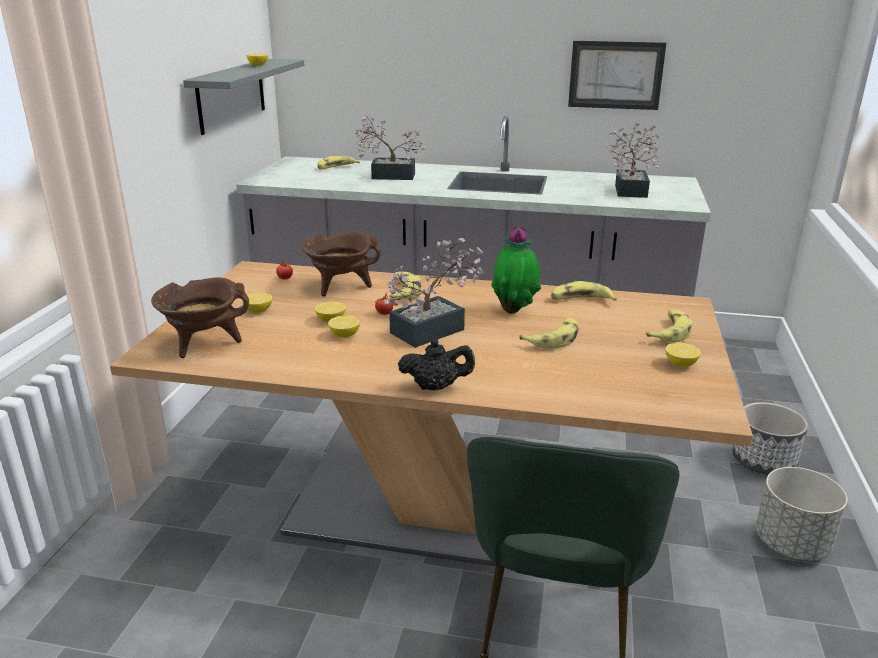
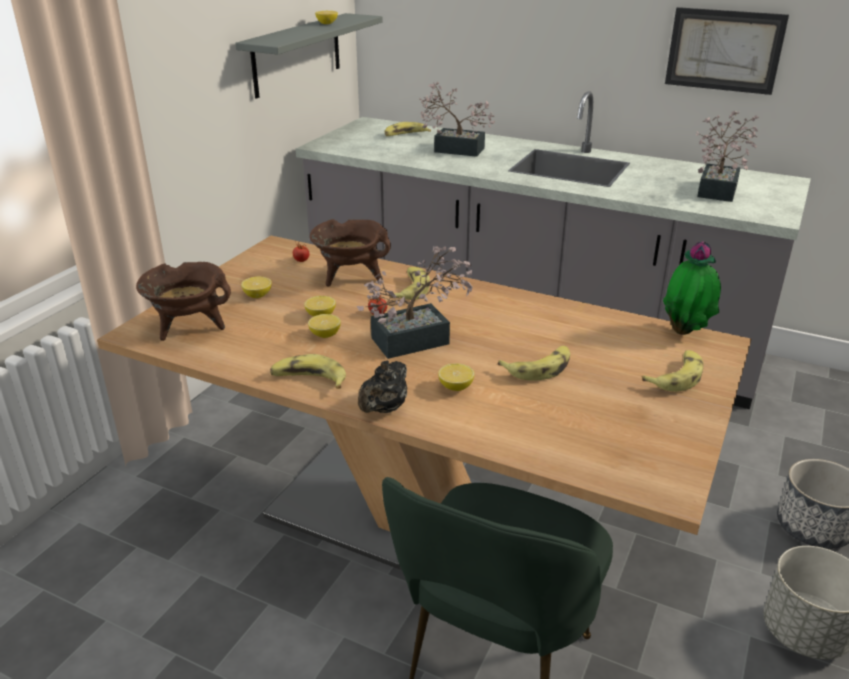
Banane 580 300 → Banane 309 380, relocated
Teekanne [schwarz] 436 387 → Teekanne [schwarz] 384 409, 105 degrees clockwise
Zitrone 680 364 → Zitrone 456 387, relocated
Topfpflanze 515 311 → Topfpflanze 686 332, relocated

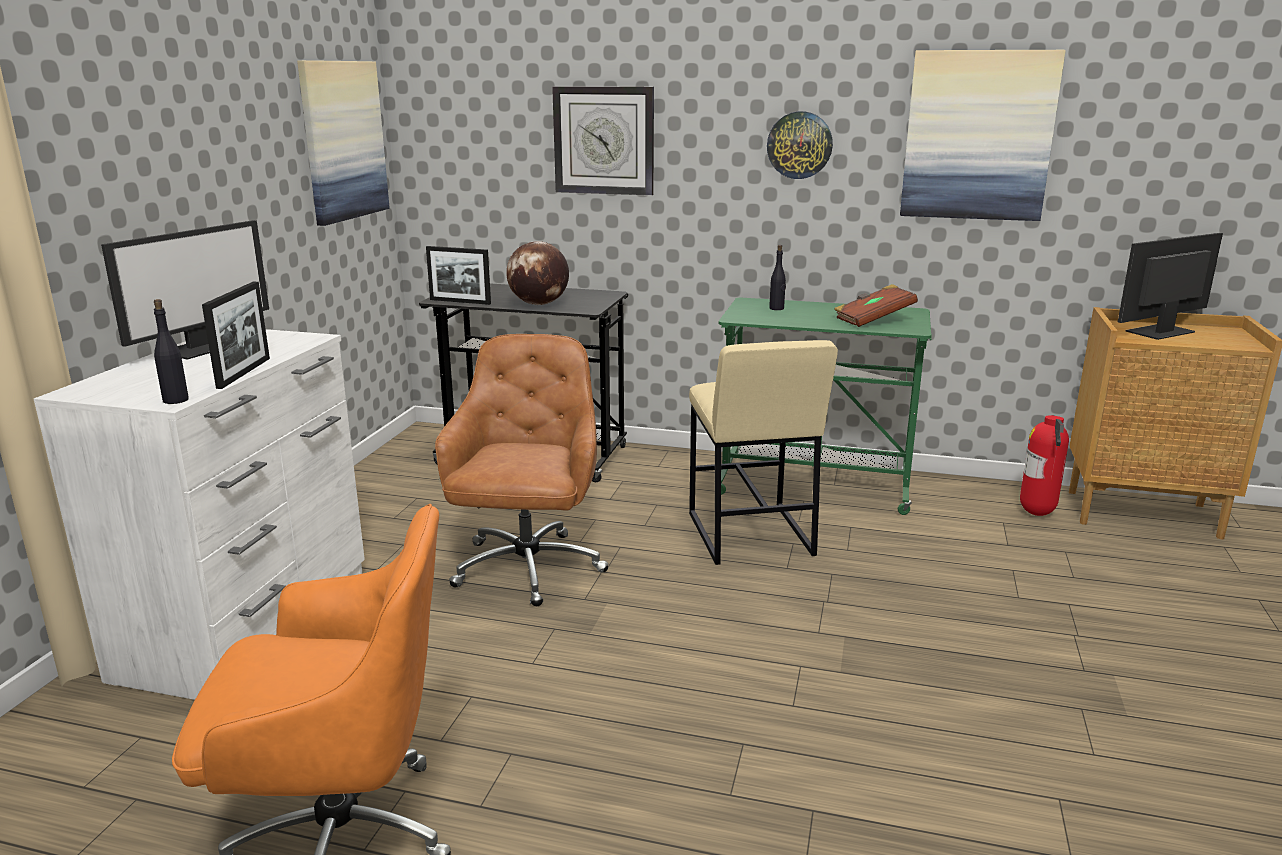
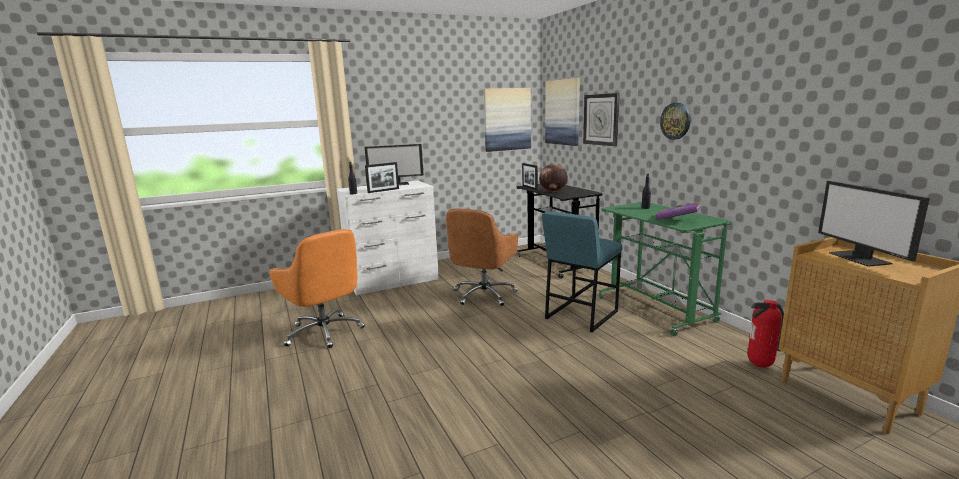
Bürostuhl [braun] 529 567 → Bürostuhl [braun] 483 295, 150 degrees clockwise
Hocker [beige] 751 535 → Hocker [blau] 580 315
Bild 978 136 → Bild 563 112, relocated
Buch [braun] 873 320 → Buch [lila] 677 219
Monitor 1160 332 → Monitor 860 258, 120 degrees counterclockwise

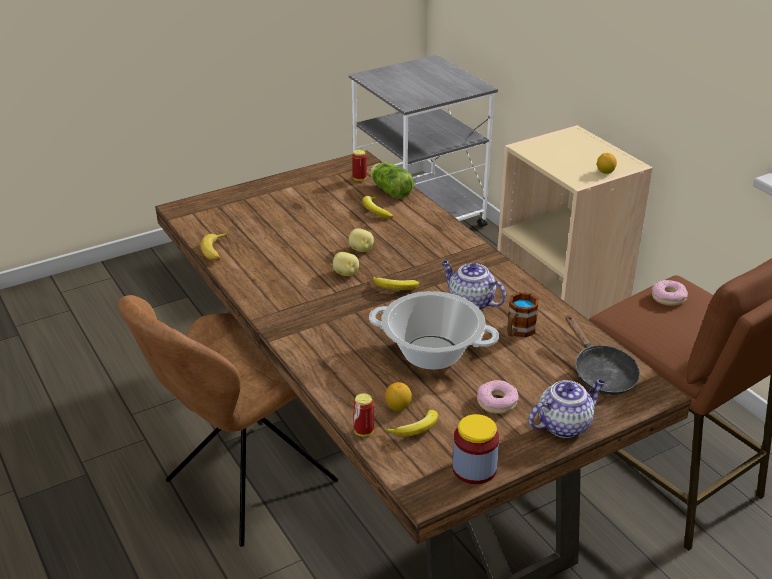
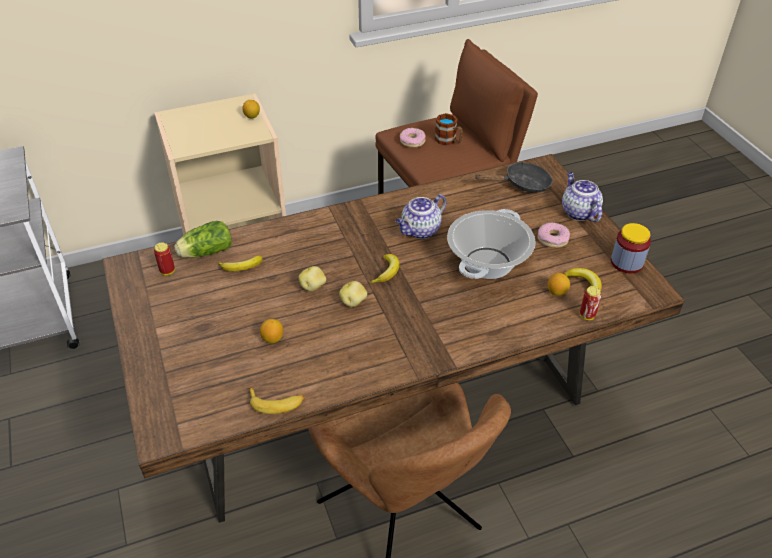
- → Zitrone 272 339
Henkelbecher 518 331 → Henkelbecher 449 141, relocated

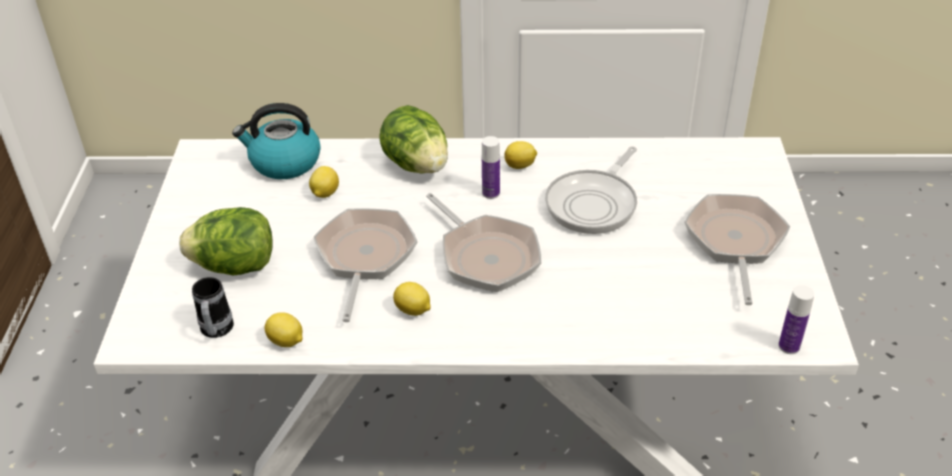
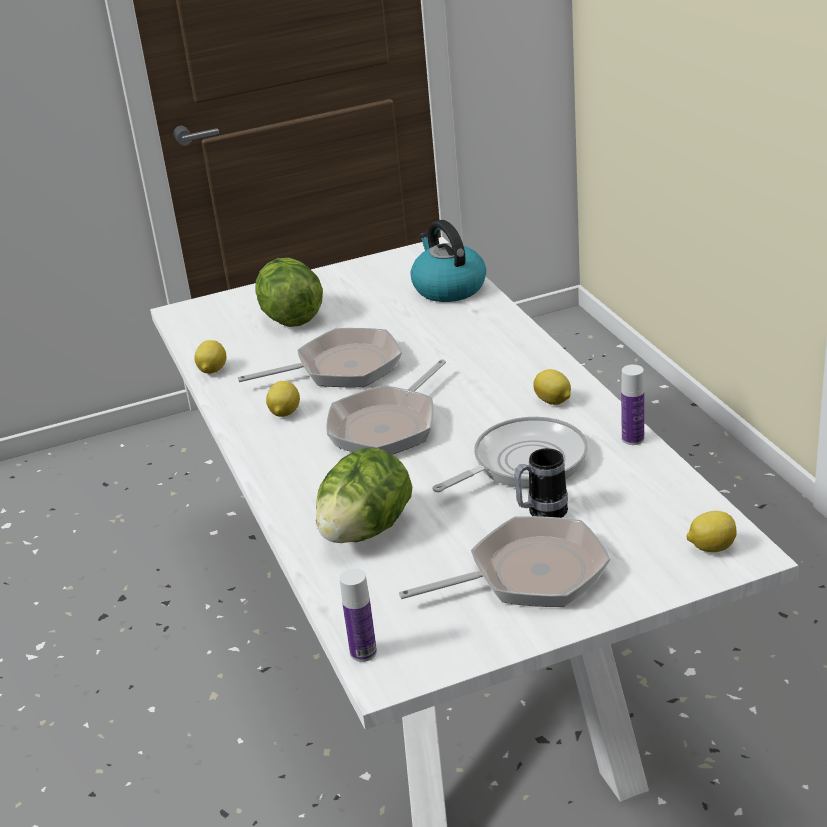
Salatkopf 416 165 → Salatkopf 366 530, relocated
Pfanne 594 204 → Pfanne 523 463, 135 degrees clockwise
Henkelbecher 216 332 → Henkelbecher 541 513, relocated
Flasche 491 193 → Flasche 632 439, relocated
Zitrone 324 193 → Zitrone 711 547, relocated

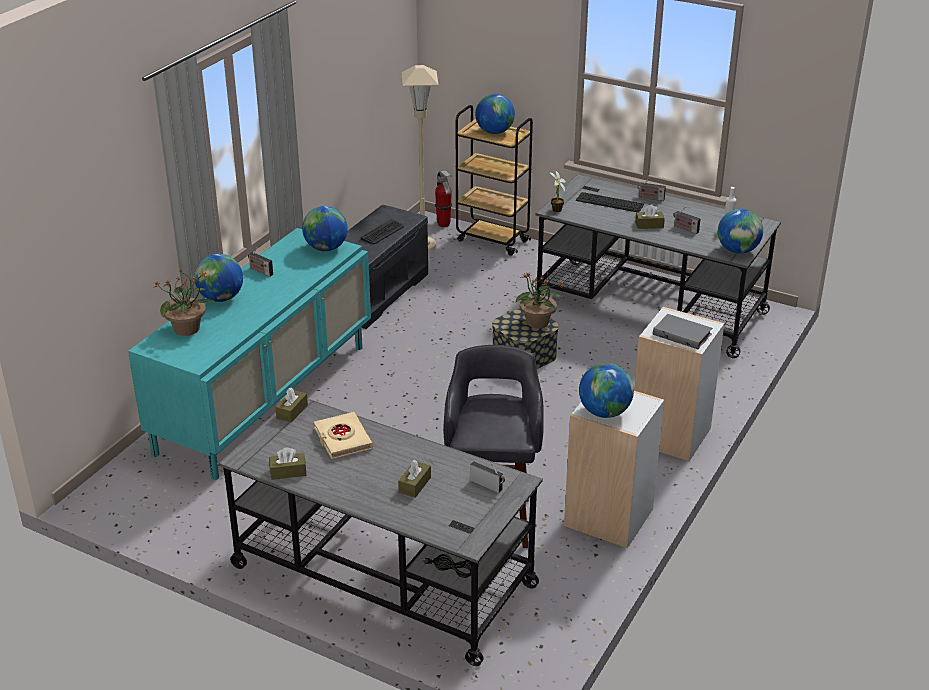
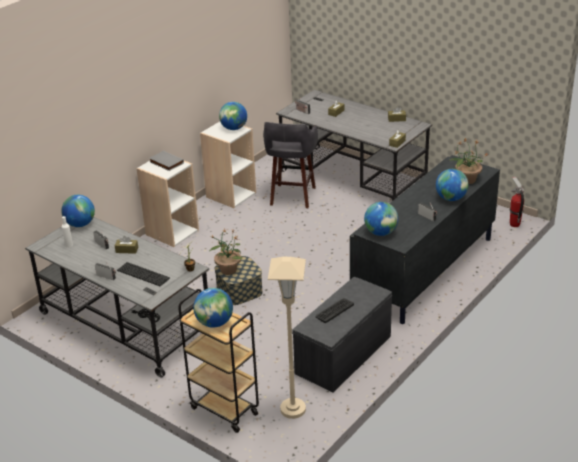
Schrank [türkis] 266 399 → Schrank [schwarz] 424 269
Feuerlöscher 443 224 → Feuerlöscher 514 224, relocated
Buch [beige] 342 439 → -

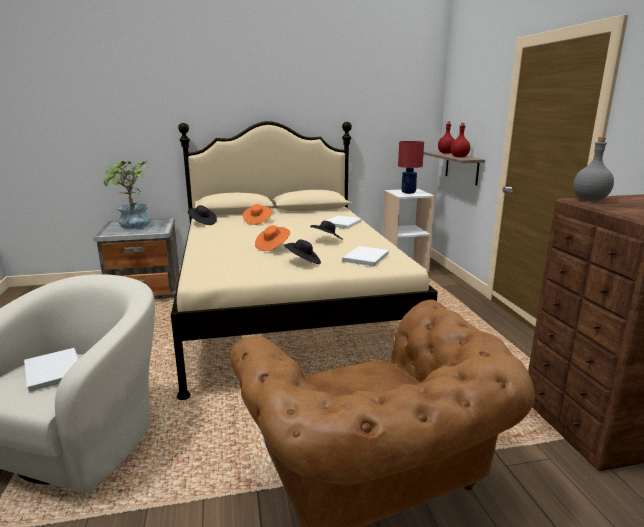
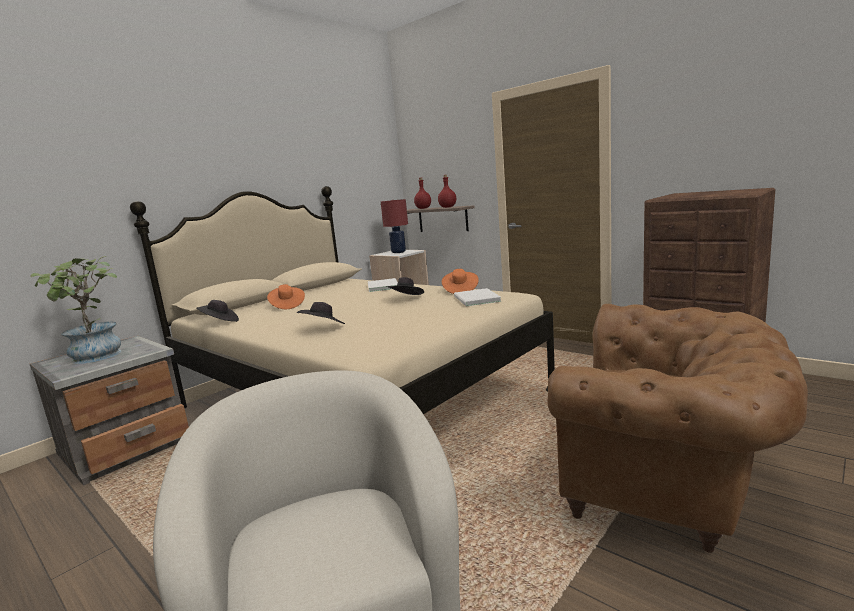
Hut [schwarz] 303 262 → Hut [schwarz] 323 327, relocated
Hut [orange] 272 247 → Hut [orange] 460 290, relocated
Buch [weiß] 55 369 → -
Flasche [grau] 590 200 → -

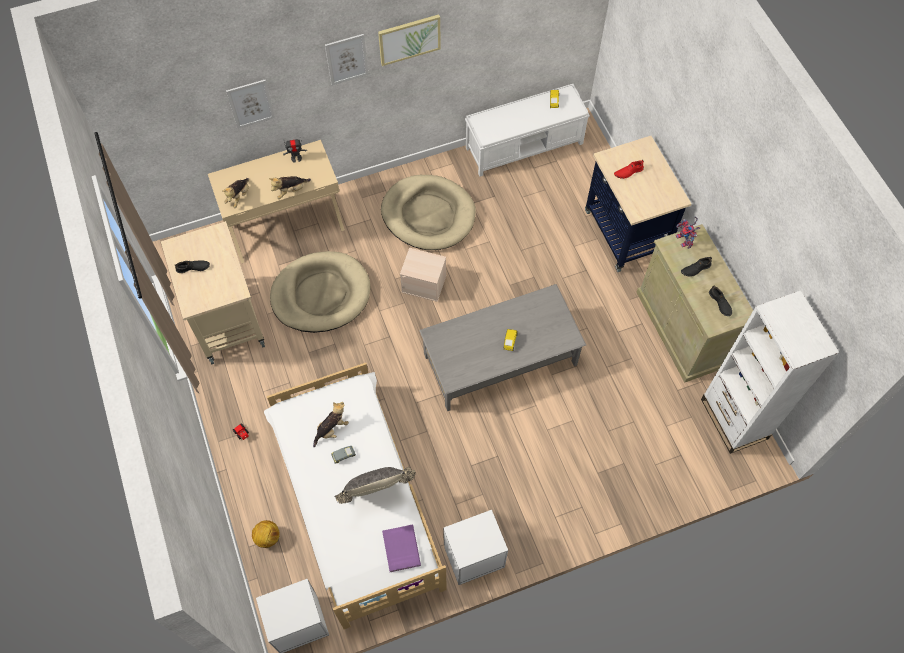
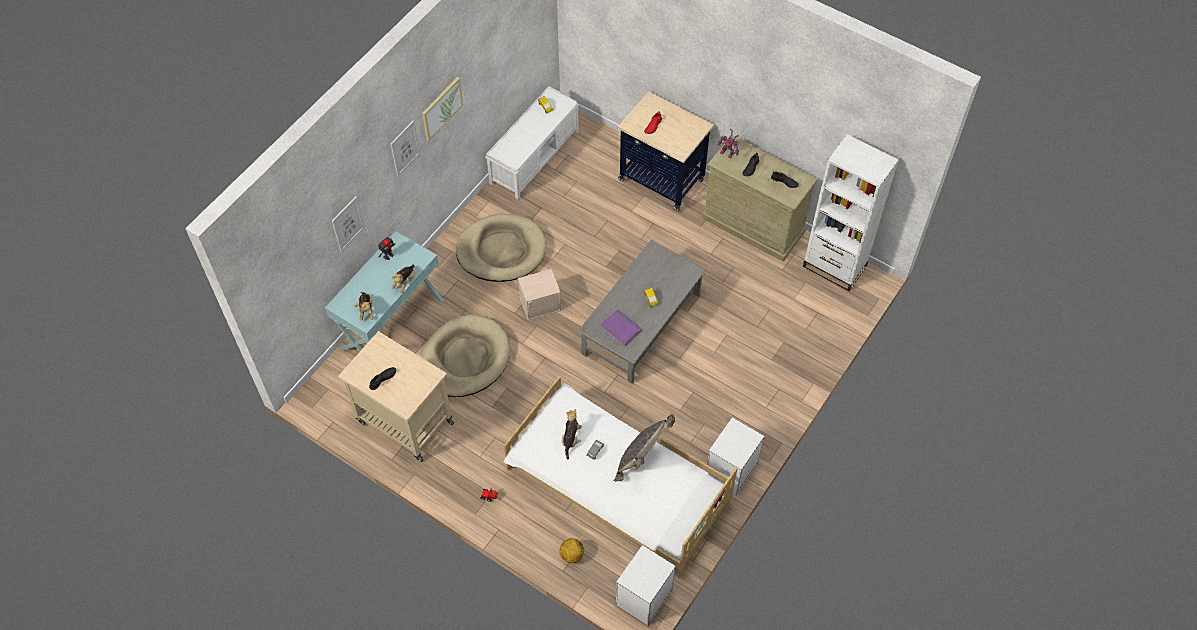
Schreibtisch [beige] 285 225 → Schreibtisch [türkis] 392 324
Buch [lila] 400 549 → Buch [lila] 620 329, relocated

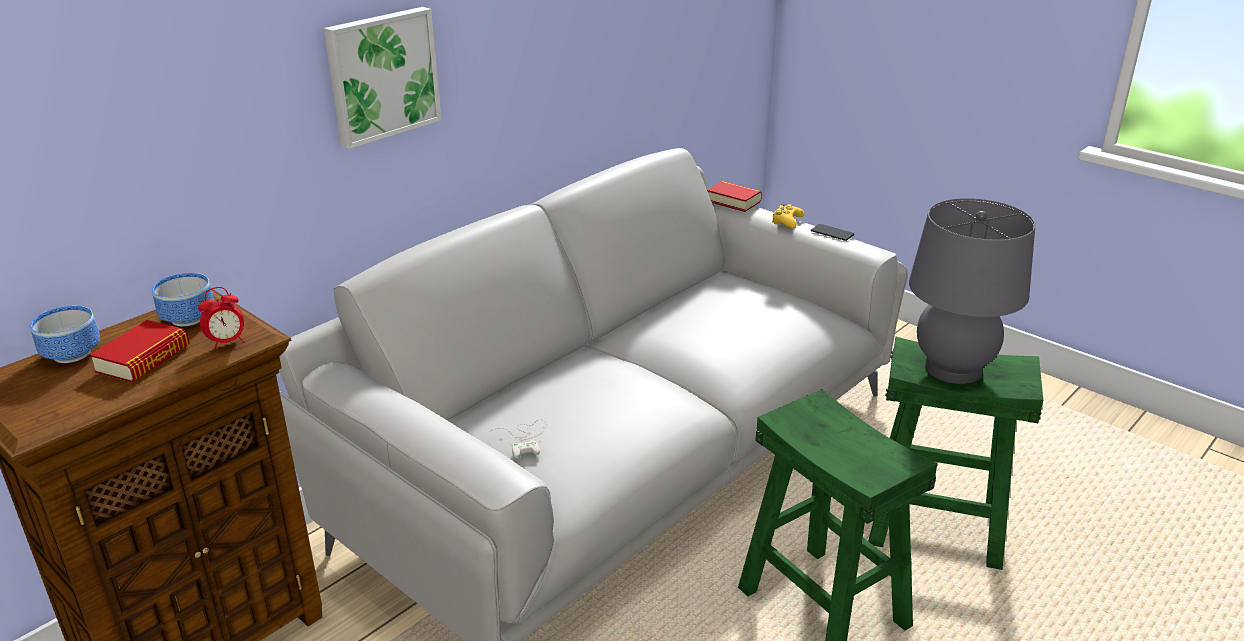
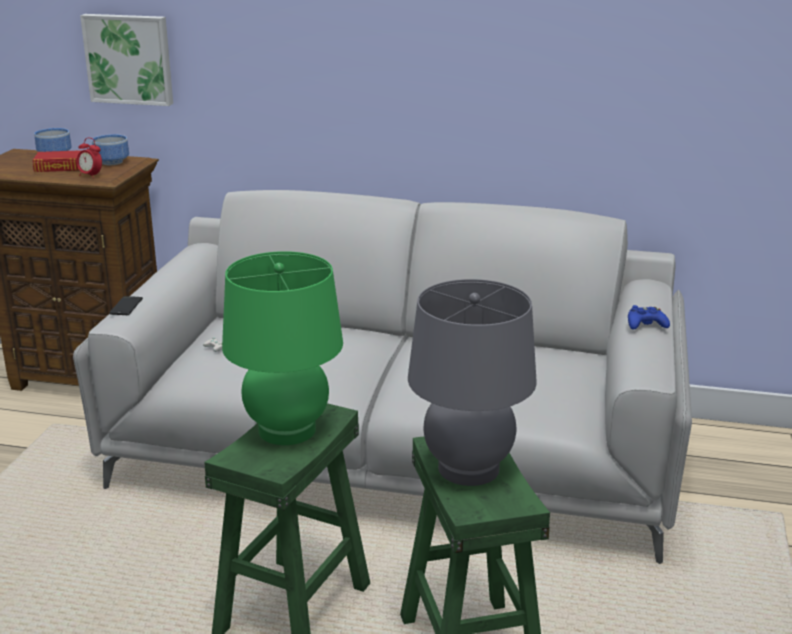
Bild 381 75 → Bild 129 59, relocated
Handy 832 233 → Handy 126 306, relocated
- → Tischlampe [grün] 287 430
Gamepad [gelb] 787 221 → Gamepad [blau] 645 324
Buch 733 201 → -

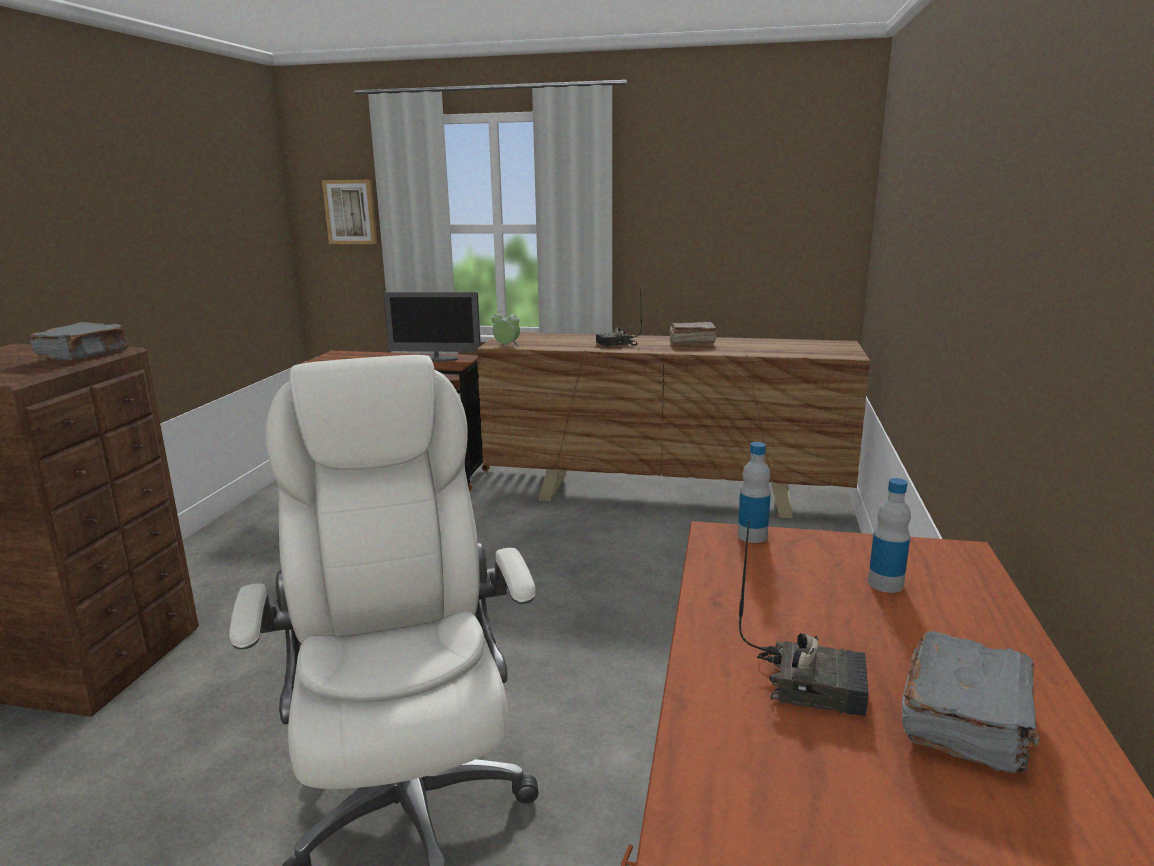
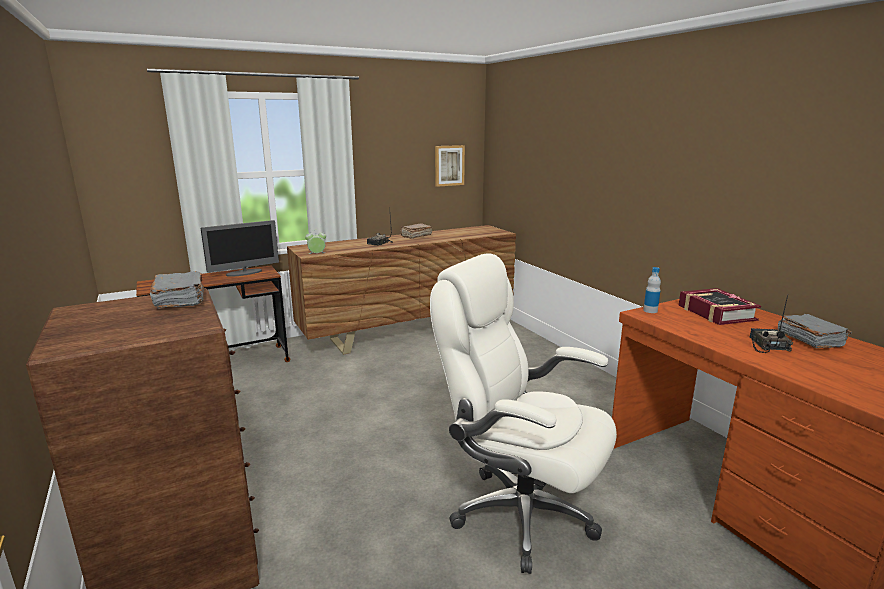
Bild 350 212 → Bild 449 165, relocated
Flasche 885 584 → Buch 716 313
Radio 812 683 → Radio 766 345, 60 degrees counterclockwise

